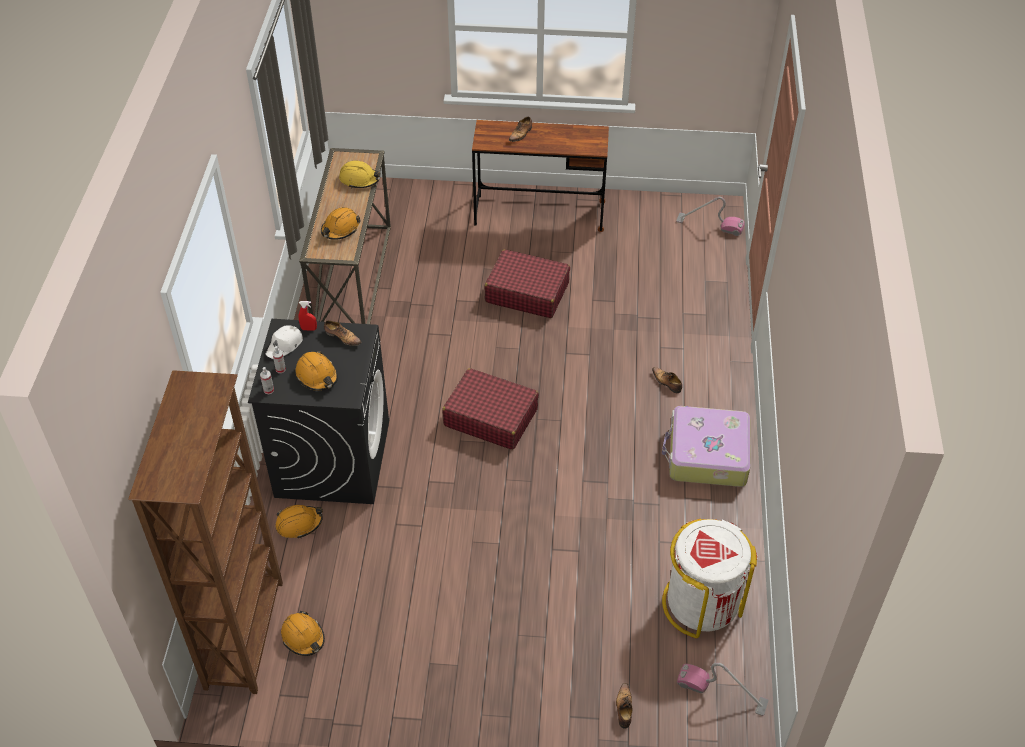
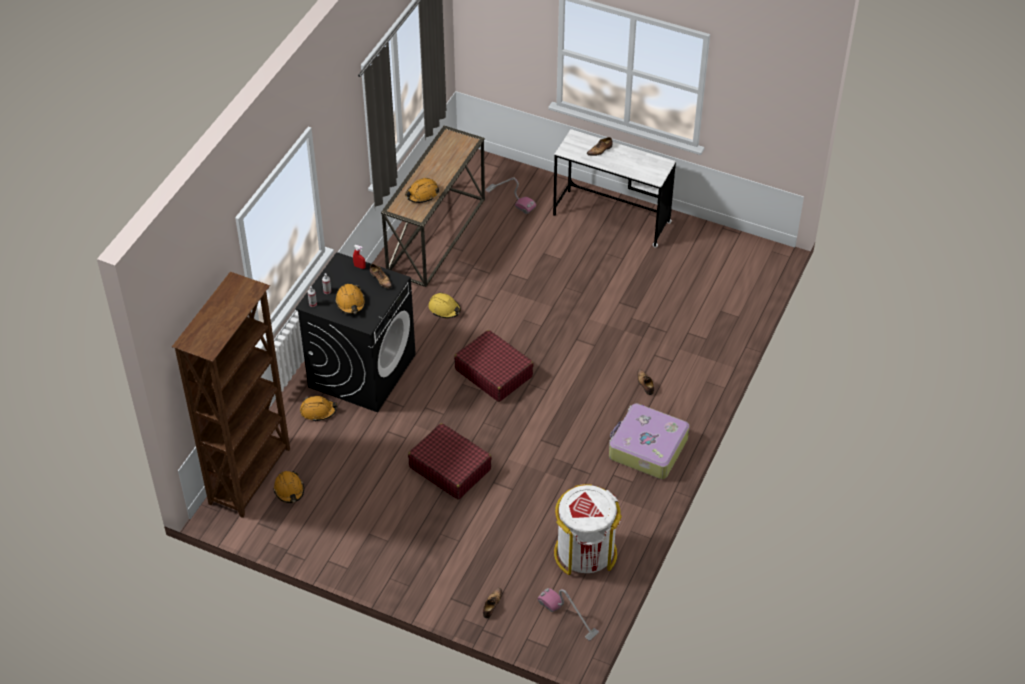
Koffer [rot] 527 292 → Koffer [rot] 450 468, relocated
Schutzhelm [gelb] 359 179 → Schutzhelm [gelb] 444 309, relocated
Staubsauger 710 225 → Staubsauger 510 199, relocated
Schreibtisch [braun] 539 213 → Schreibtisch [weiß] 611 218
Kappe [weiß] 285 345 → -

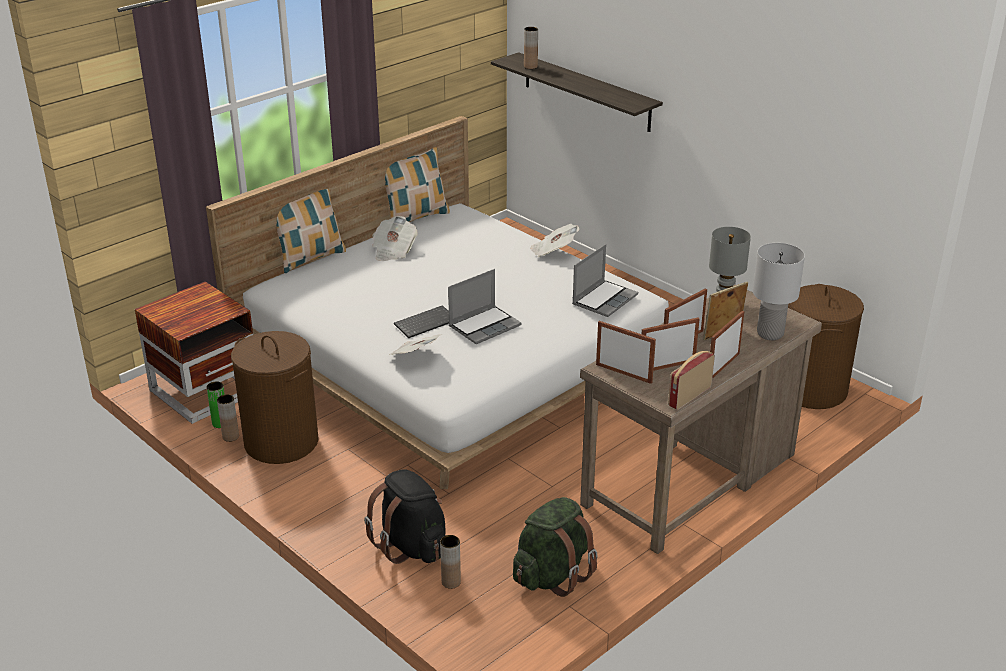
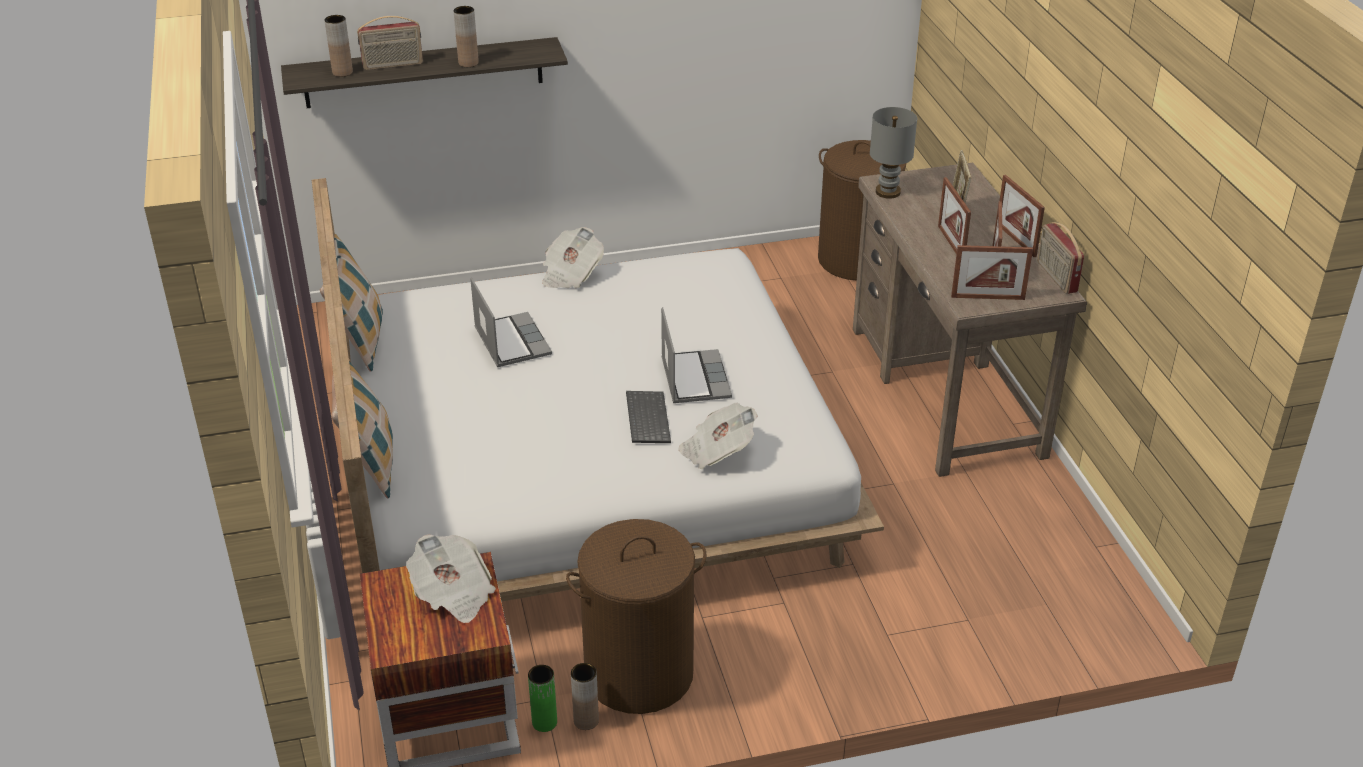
- → Radio 393 65
Zeitung 393 251 → Zeitung 453 594, relocated
Vase [braun] 451 582 → Vase [braun] 468 63, relocated
Laptop 604 299 → Laptop 510 341, relocated
Bilderrahmen 623 373 → Bilderrahmen 987 297, 150 degrees counterclockwise
Rucksack [schwarz] 411 546 → -
Rucksack [grün] 552 575 → -
Tischlampe [grau] 769 335 → -

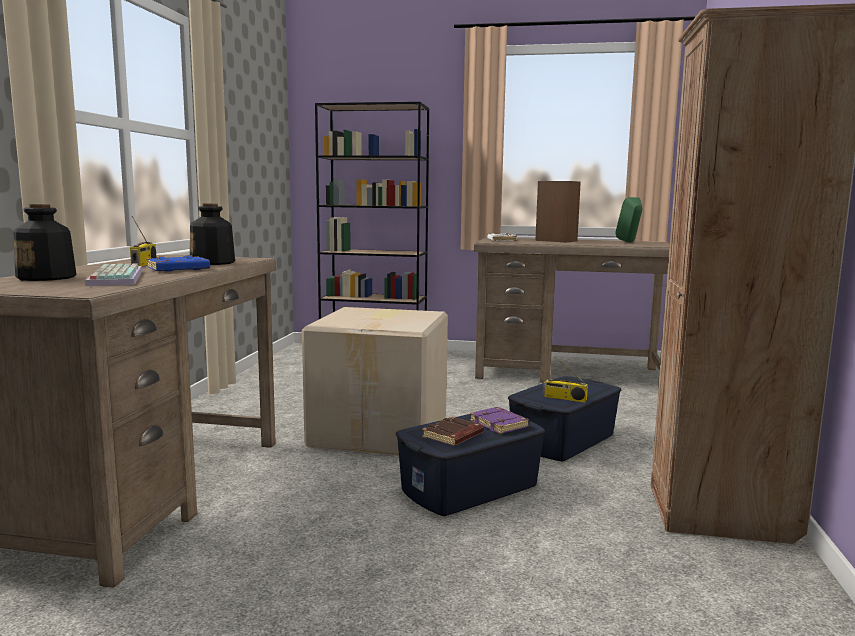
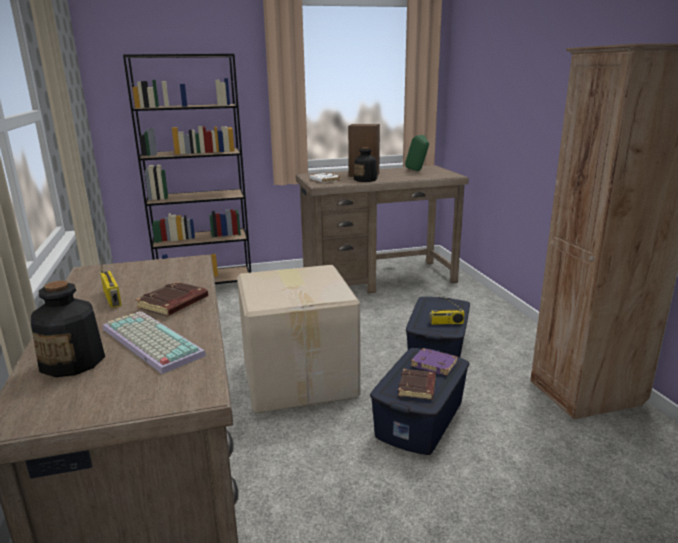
Buch [blau] 178 269 → Buch [braun] 173 304
Flasche 213 263 → Flasche 365 180, relocated

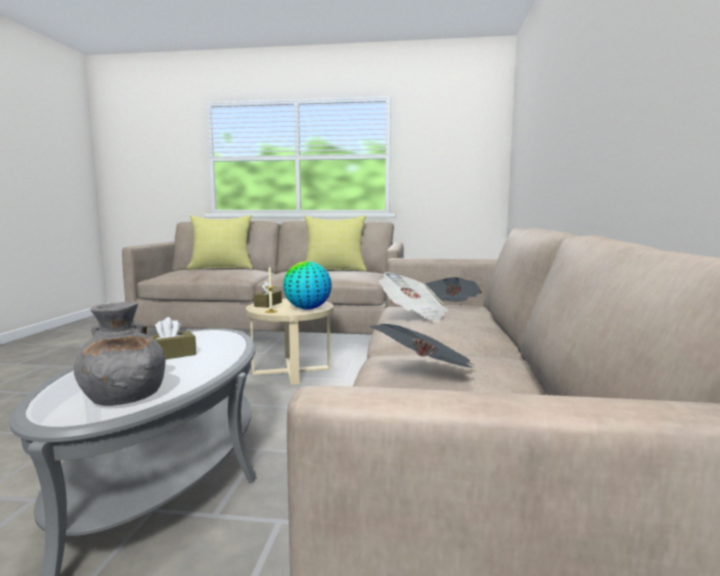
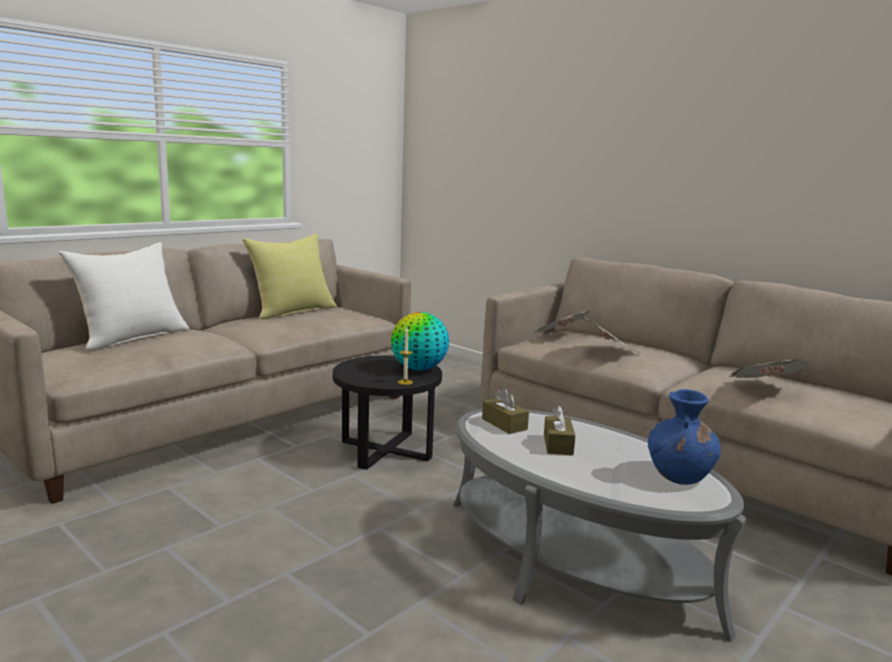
Kissen [gelb] 222 268 → Kissen [weiß] 132 337
Beistelltisch [beige] 291 370 → Beistelltisch [schwarz] 386 449
Taschentuchbox [braun] 268 304 → Taschentuchbox [braun] 504 424, relocated
Vase [grau] 123 398 → Vase [blau] 679 475

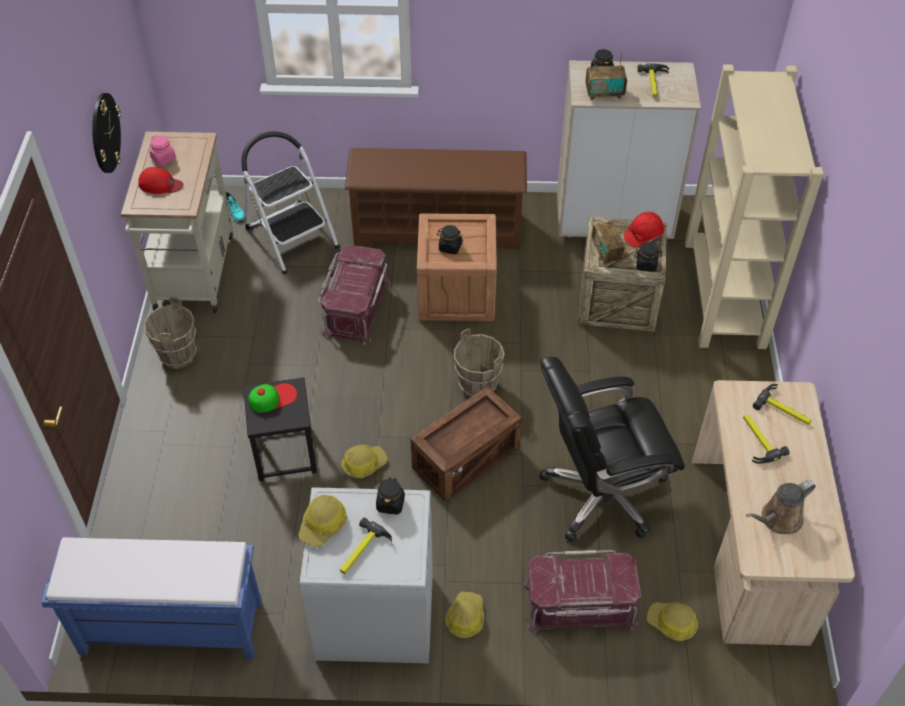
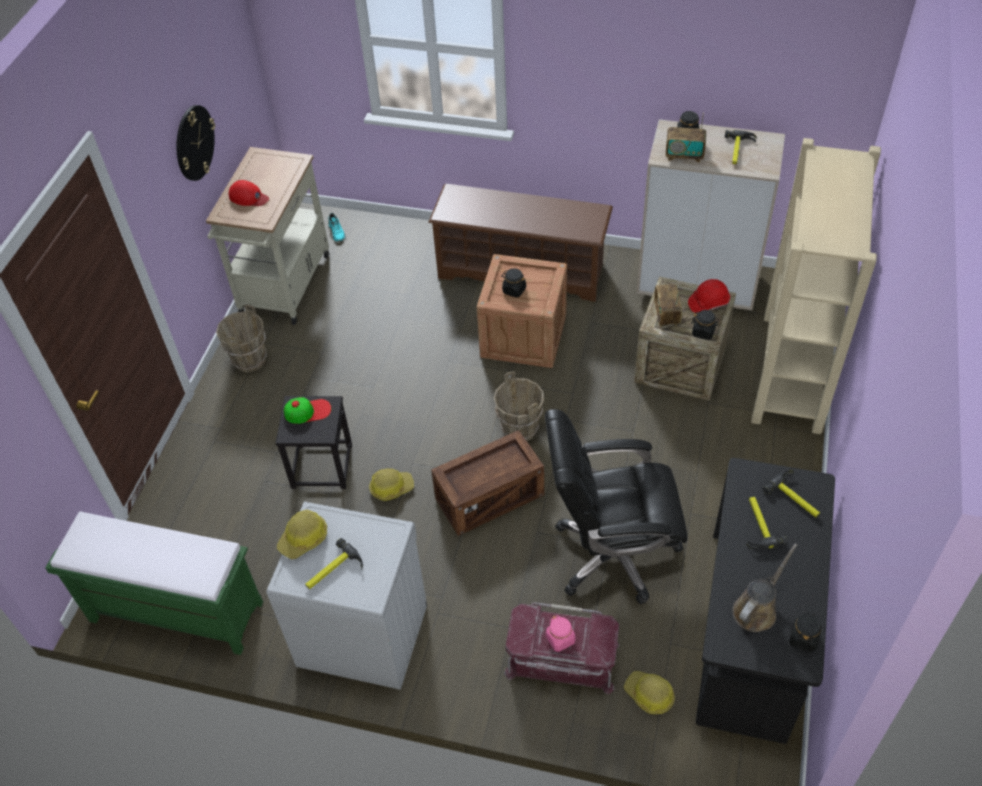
Bank [blau] 170 628 → Bank [grün] 174 612
Vorratsglas [rosa] 163 159 → Vorratsglas [rosa] 560 639, relocated
Schreibtisch [beige] 751 547 → Schreibtisch [schwarz] 751 633
Gießkanne [braun] 778 519 → Gießkanne [braun] 757 609, 150 degrees clockwise
Vorratsglas [schwarz] 390 503 → Vorratsglas [schwarz] 803 638, relocated
Trittleiter 290 236 → -
Aufbewahrungsbox [rot] 355 307 → -
Schutzhelm 465 617 → -

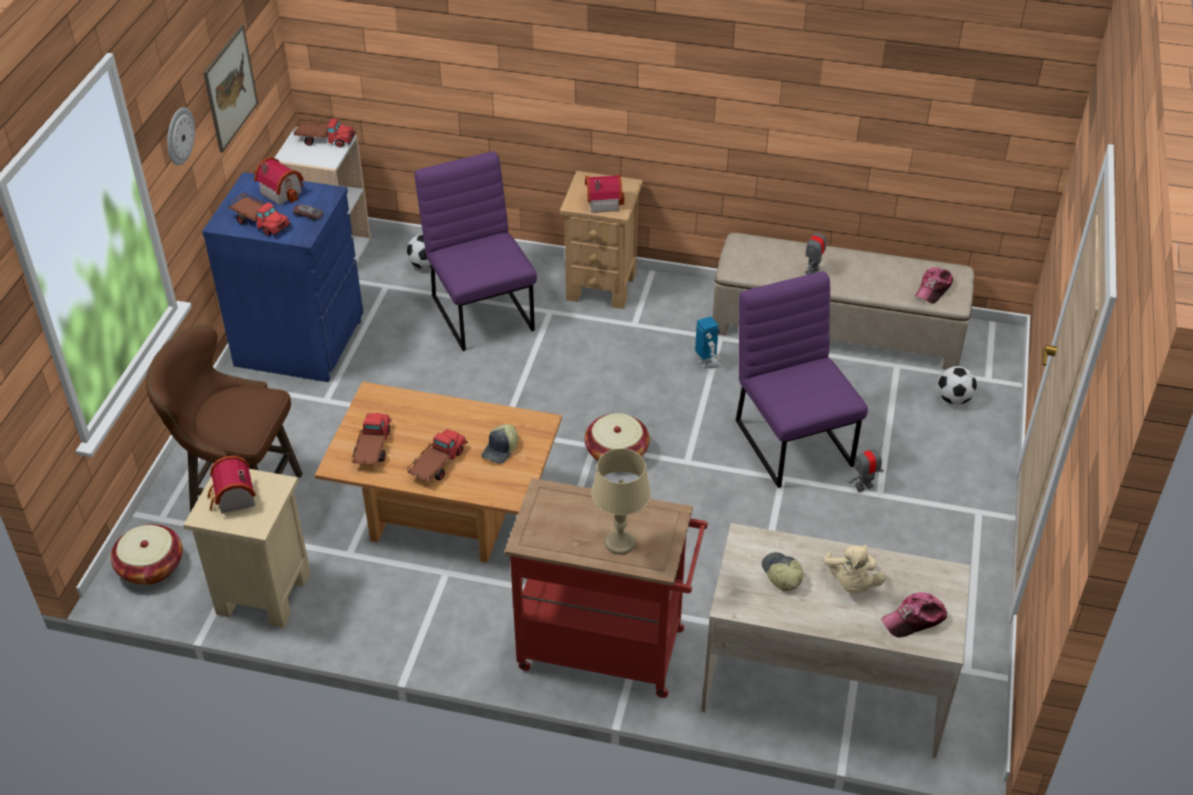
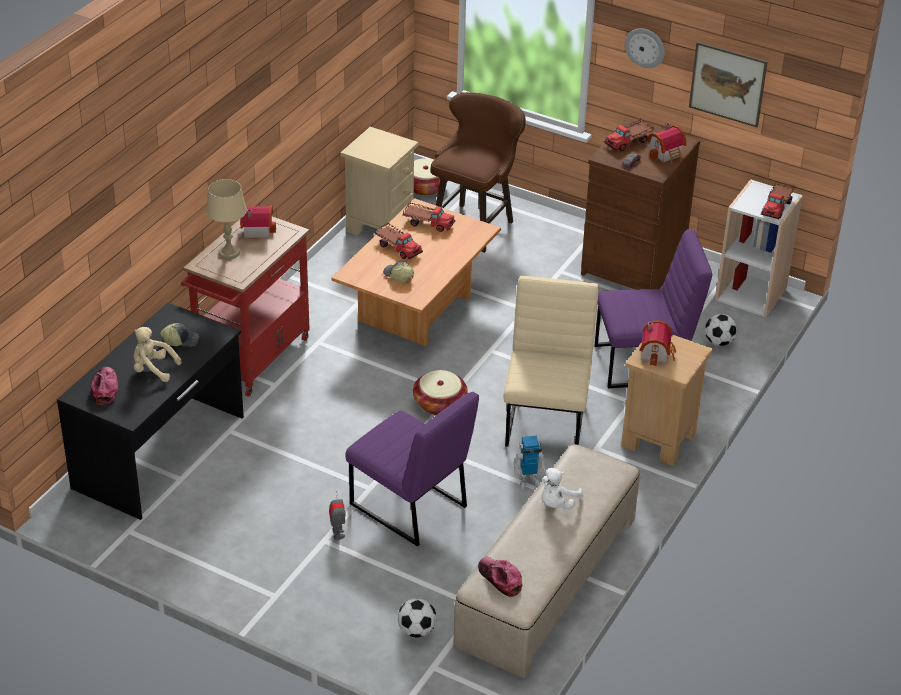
Schreibtisch [beige] 824 686 → Schreibtisch [schwarz] 160 452
Spielzeughaus 233 499 → Spielzeughaus 256 229, relocated
Stuhl [lila] 793 440 → Stuhl [lila] 410 507, 45 degrees clockwise
- → Stuhl [beige] 546 420
Spielzeugroboter 812 271 → Plüschtier [weiß] 557 503
Kommode [blau] 300 342 → Kommode [braun] 633 266

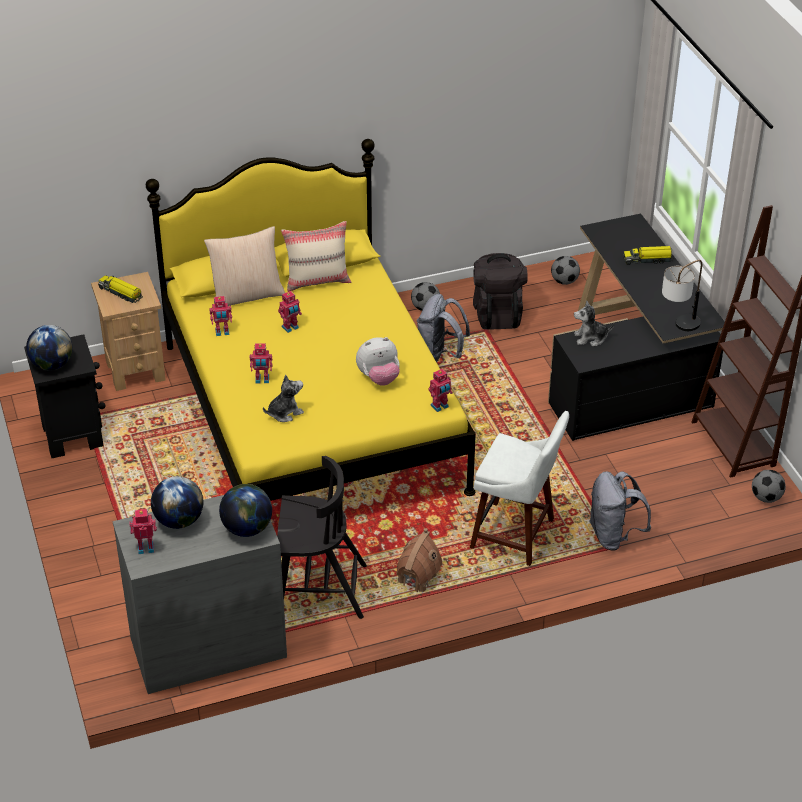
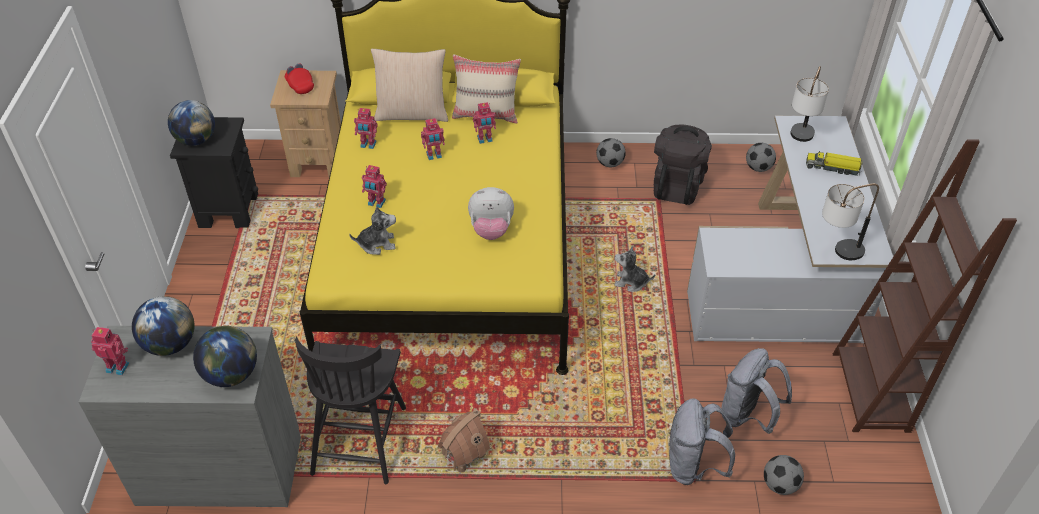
Spielzeuglaster 121 293 → Kappe [rot] 300 85
Stuhl [schwarz] 319 590 → Stuhl [schwarz] 360 437, 75 degrees clockwise
Spielzeugroboter 440 406 → Spielzeugroboter 485 139, relocated
Plüschtier 590 338 → Plüschtier 631 282, relocated
Schreibtisch [schwarz] 629 372 → Schreibtisch [weiß] 787 280
Rucksack [grau] 439 356 → Rucksack [grau] 748 416, relocated
Fußball 766 498 → Fußball 780 485, relocated
- → Tischlampe 799 141
Stuhl [weiß] 516 535 → -

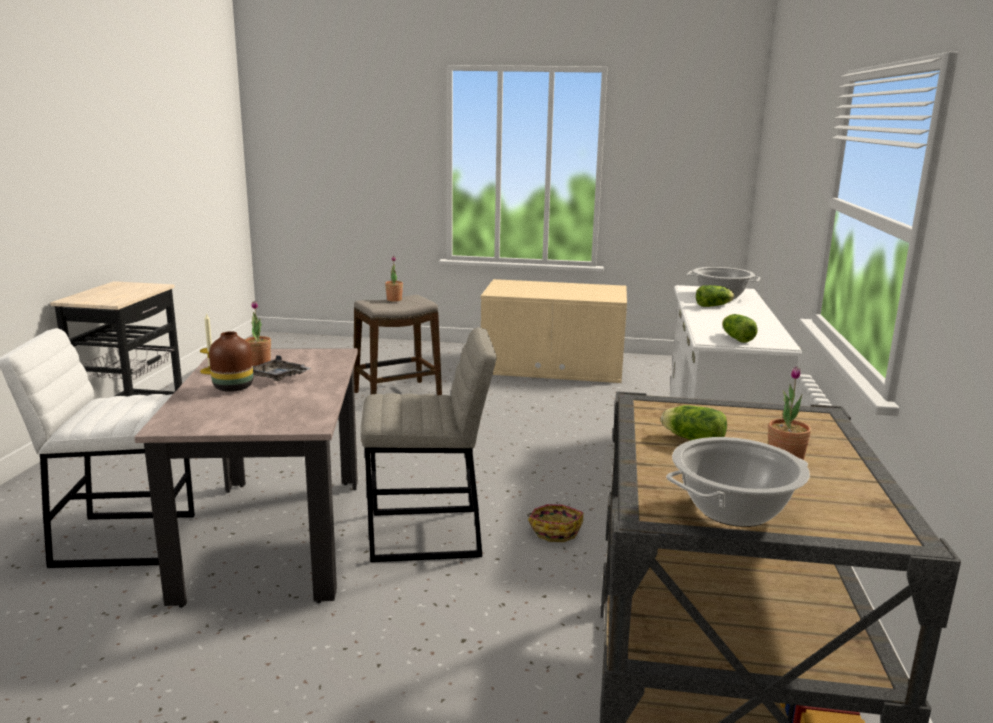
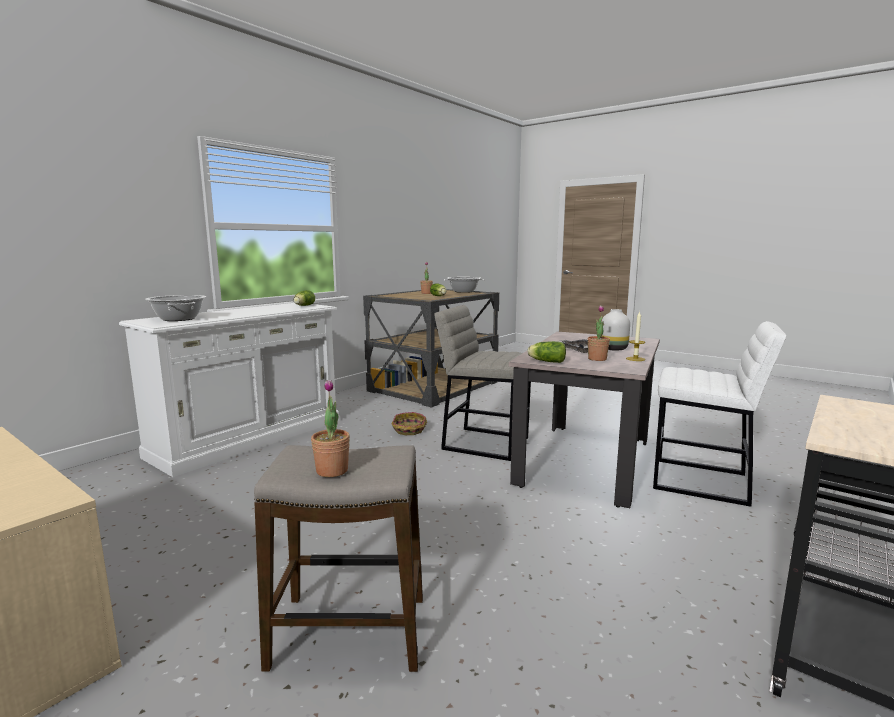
Salatkopf 714 306 → Salatkopf 546 361, relocated
Vase [braun] 232 387 → Vase [weiß] 614 349

